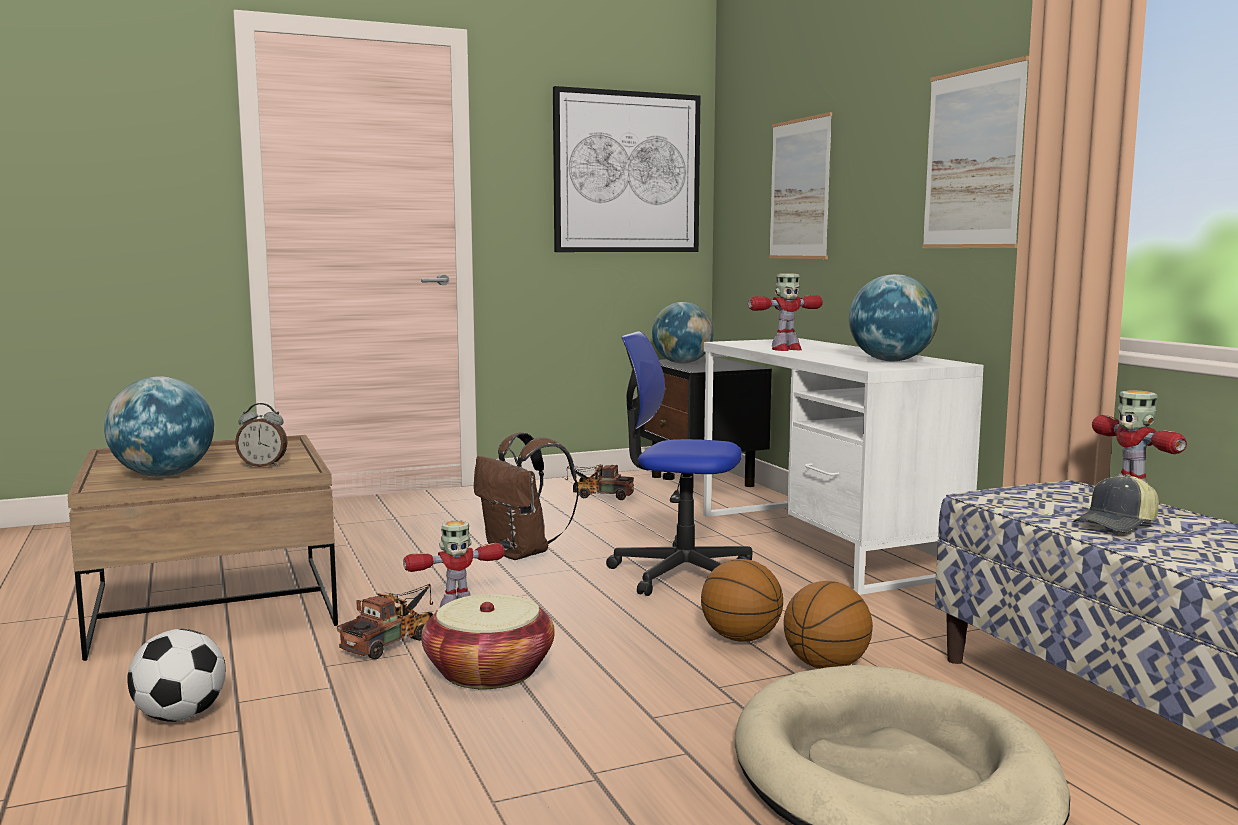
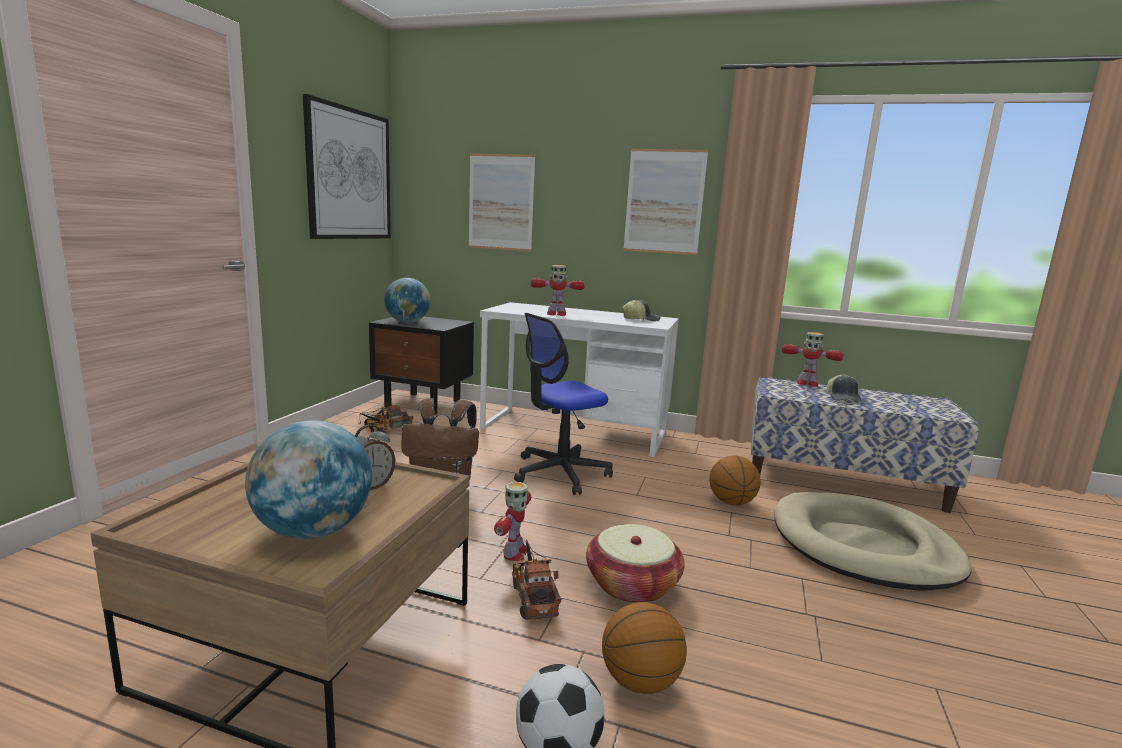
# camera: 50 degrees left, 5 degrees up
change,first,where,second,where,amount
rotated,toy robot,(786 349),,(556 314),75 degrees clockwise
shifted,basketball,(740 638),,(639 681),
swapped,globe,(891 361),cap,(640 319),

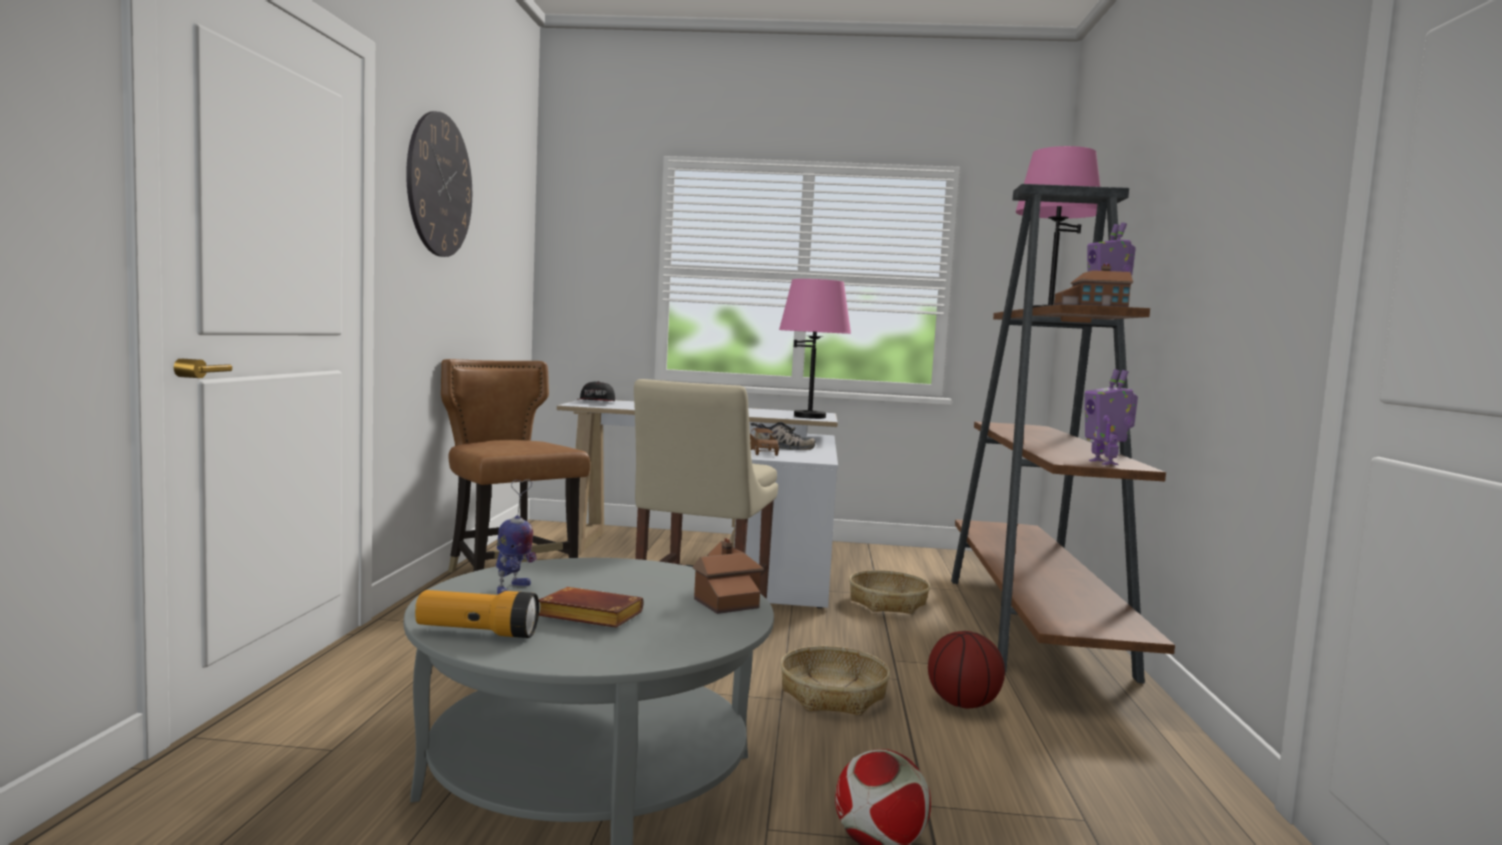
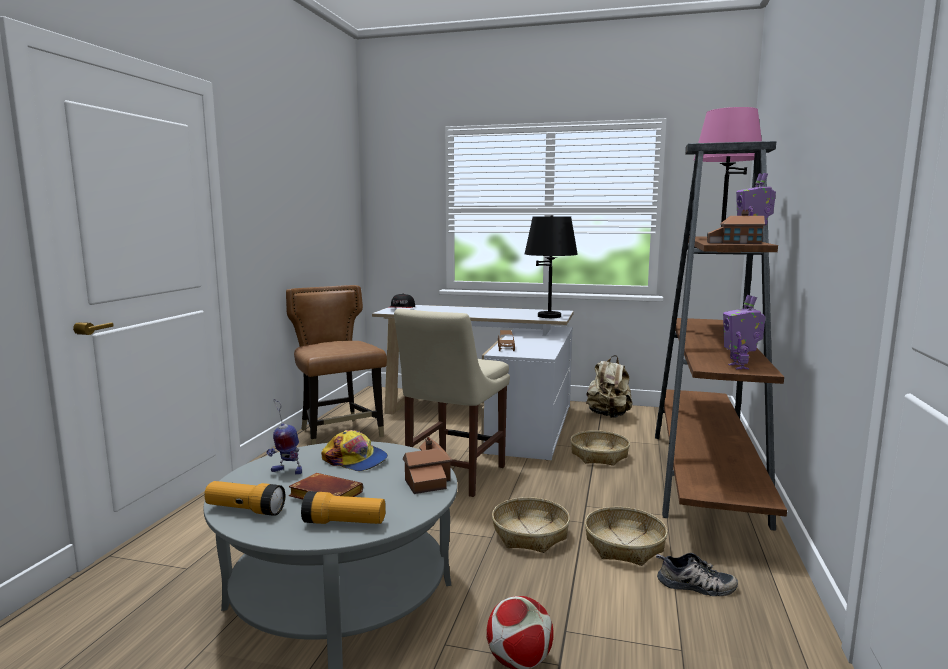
# camera: 10 degrees right, 5 degrees up
change,first,where,second,where,amount
rotated,toy robot,(512 589),,(286 471),75 degrees clockwise
new,,,flashlight,(344 523),
new,,,cap,(355 460),
repainted,pink table lamp,(810 416),black table lamp,(549 316),
swapped,basketball,(963 704),basket,(624 545),
new,,,beige backpack,(608 415),
shifted,shoe,(782 447),,(695 586),
gone,wall clock,(439 185),,,

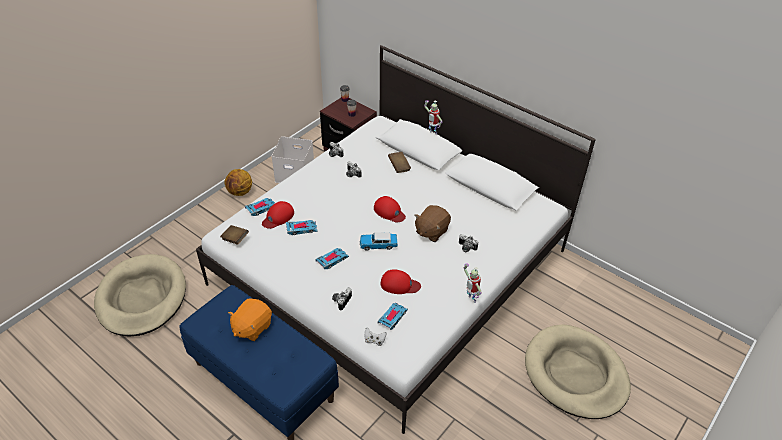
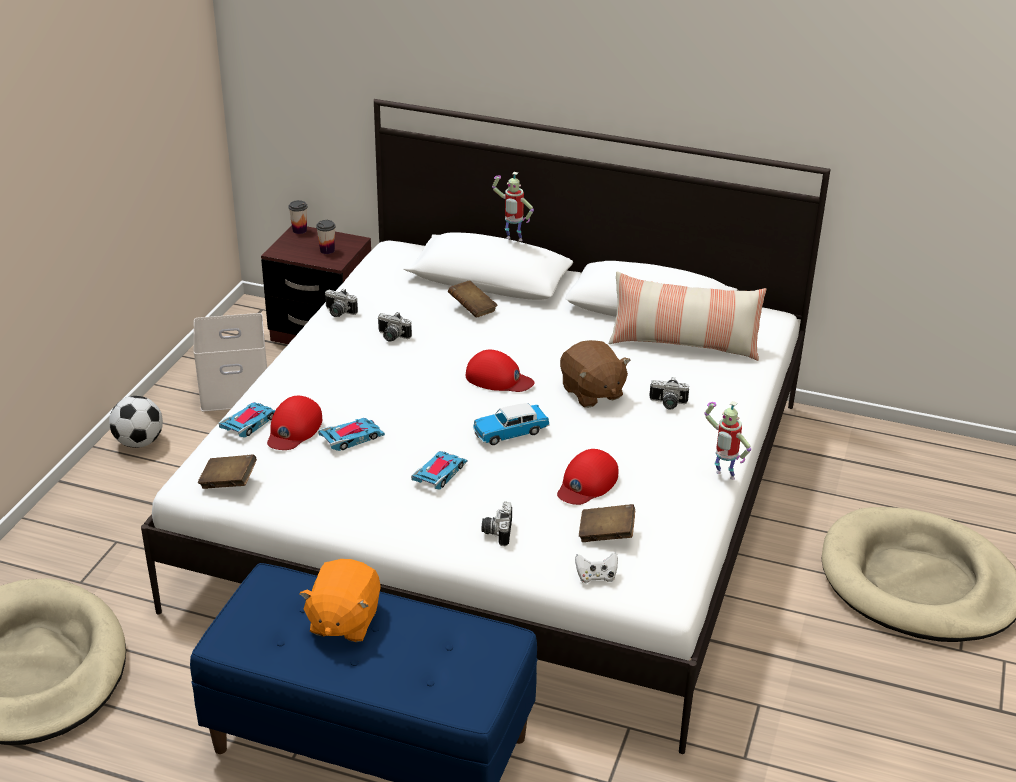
# camera: 20 degrees left, 10 degrees down
change,first,where,second,where,amount
swapped,basketball,(240 192),football,(139 442),
rotated,red cap,(399 284),,(587 483),135 degrees clockwise
rotated,brown plush toy,(431 231),,(591 392),45 degrees counterclockwise
swapped,toy car,(392 317),brown book,(606 534),
new,,,pillow,(684 344),

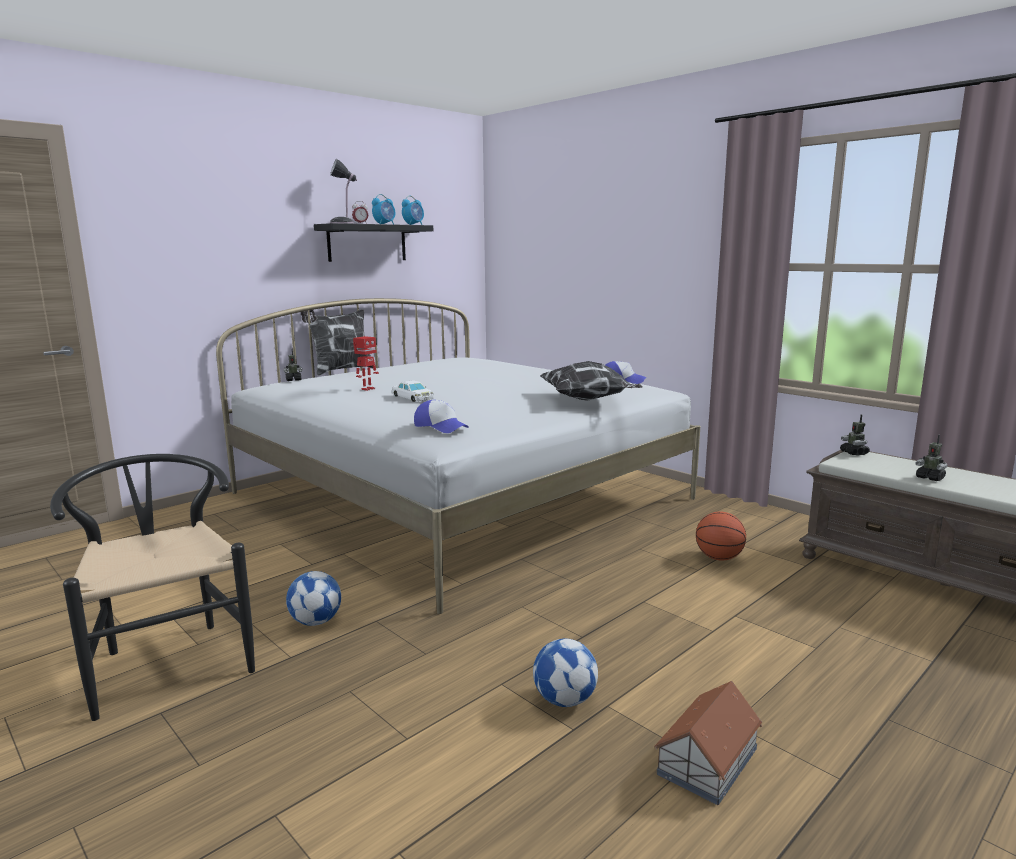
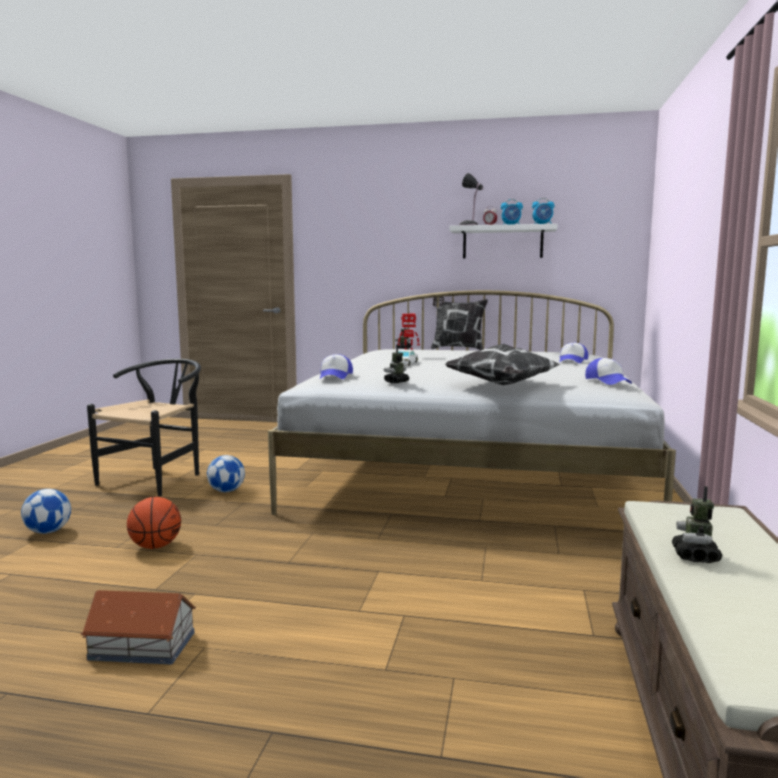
# camera: 55 degrees right, 5 degrees down
change,first,where,second,where,amount
shifted,football,(564 700),,(48 531),
shifted,basketball,(719 558),,(155 546),
shifted,toy robot,(854 453),,(396 382),
repainted,black shelf,(367 243),white shelf,(502 242),
new,,,cap,(572 361),

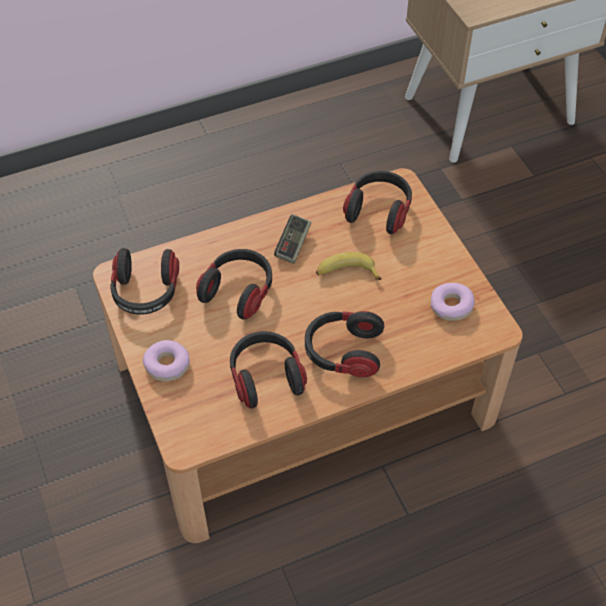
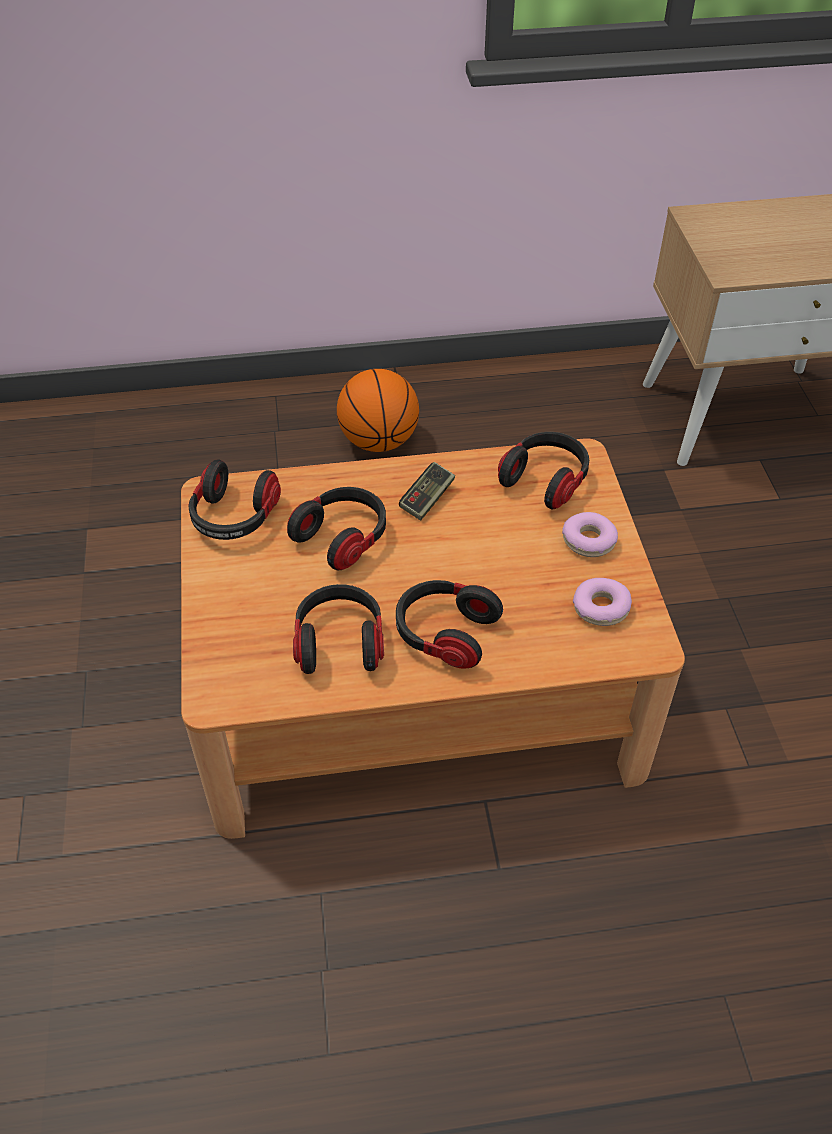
# camera: 15 degrees right, 5 degrees down
change,first,where,second,where,amount
new,,,basketball,(379 441),
shifted,donut,(167 365),,(588 541),
gone,banana,(346 273),,,

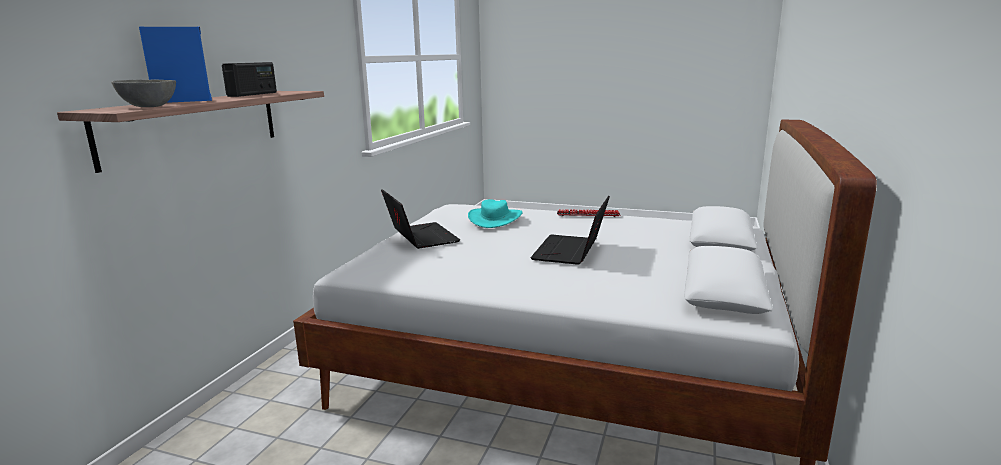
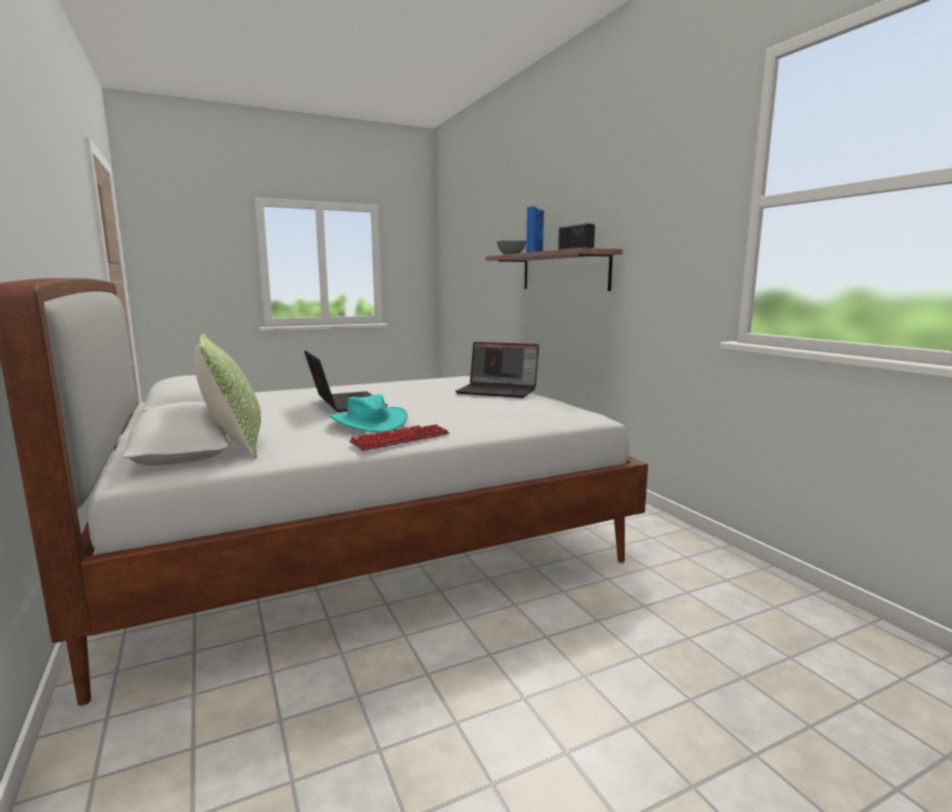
# camera: 135 degrees right, 5 degrees down
change,first,where,second,where,amount
new,,,pillow,(234 444),
shifted,turquoise hat,(495 219),,(368 422),

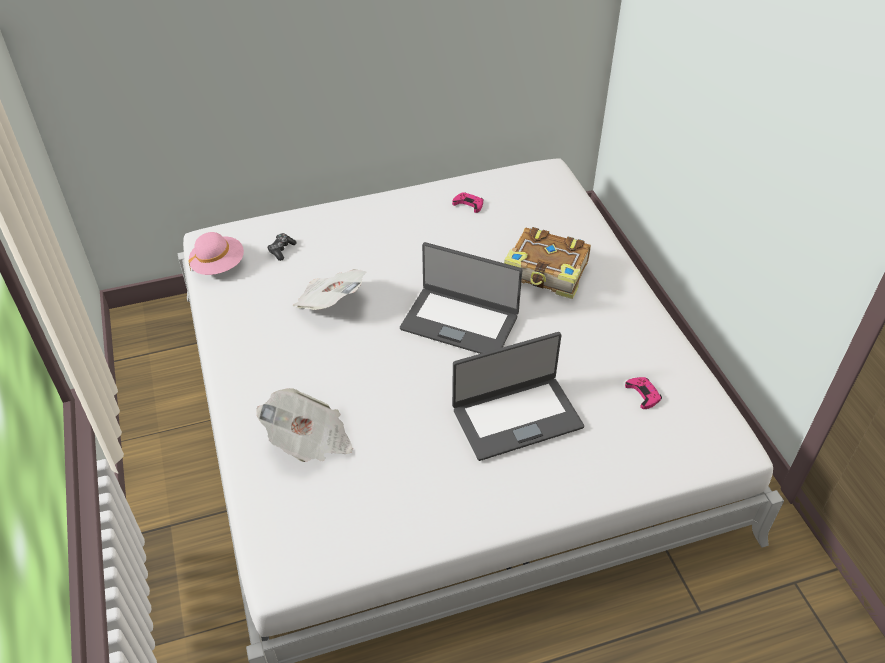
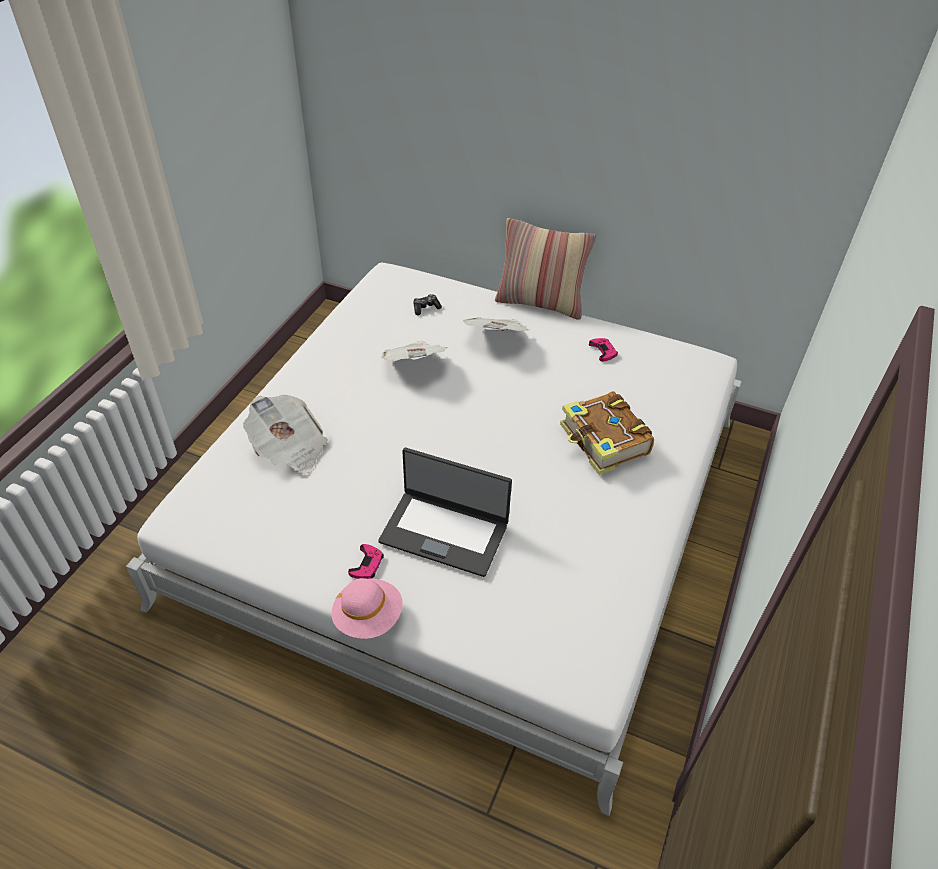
# camera: 40 degrees right, 0 degrees up
change,first,where,second,where,amount
shifted,pink hat,(218 265),,(368 617),
shifted,pink game controller,(643 394),,(367 565),
new,,,newspaper,(497 338),
new,,,pillow,(540 303),
gone,laptop,(460 321),,,

